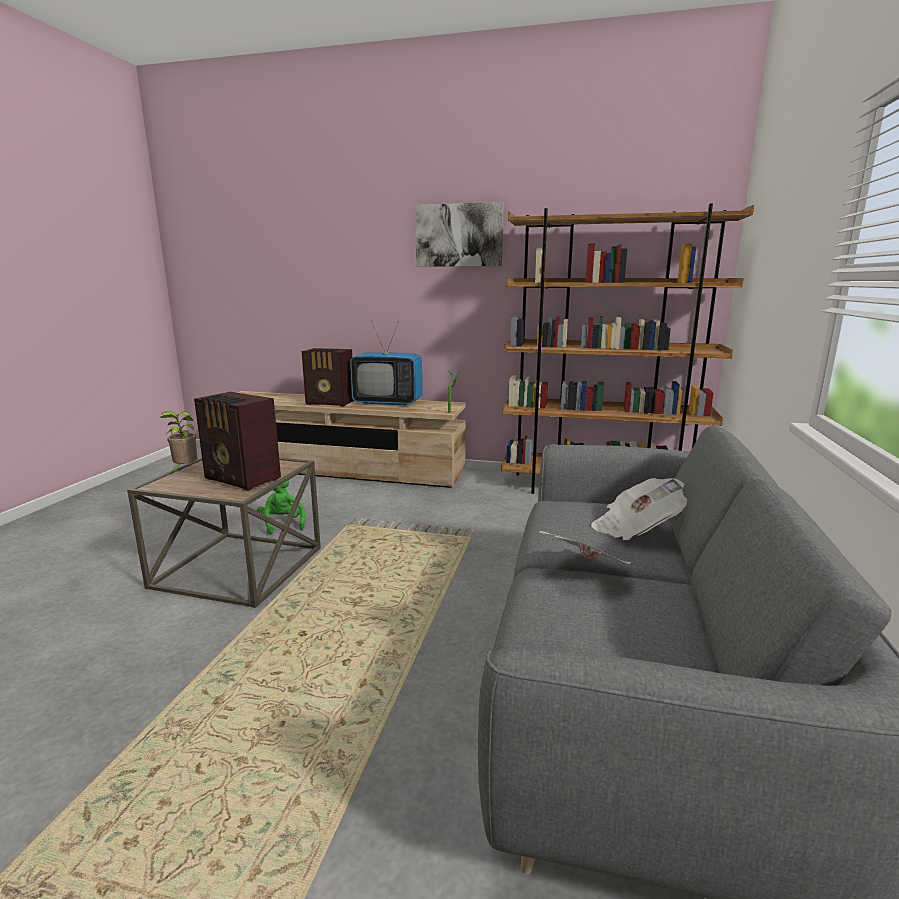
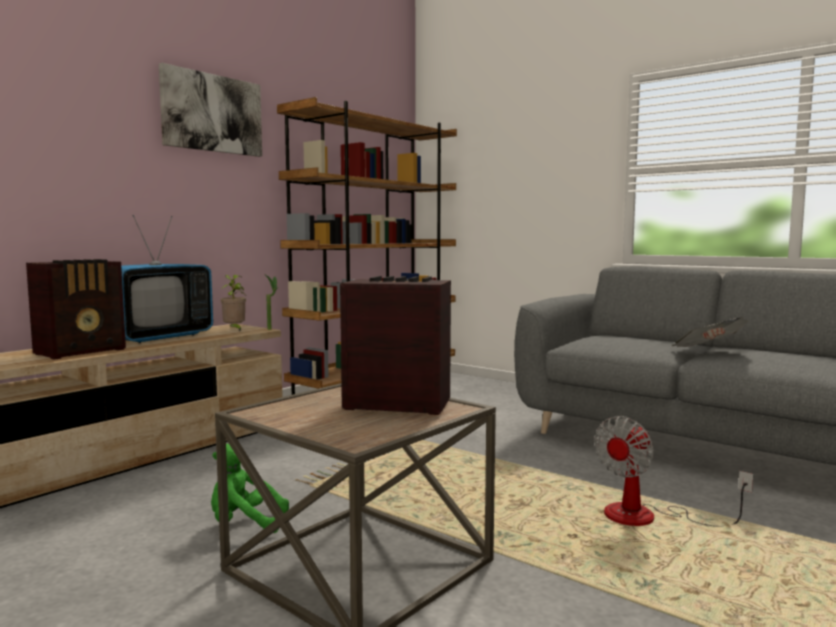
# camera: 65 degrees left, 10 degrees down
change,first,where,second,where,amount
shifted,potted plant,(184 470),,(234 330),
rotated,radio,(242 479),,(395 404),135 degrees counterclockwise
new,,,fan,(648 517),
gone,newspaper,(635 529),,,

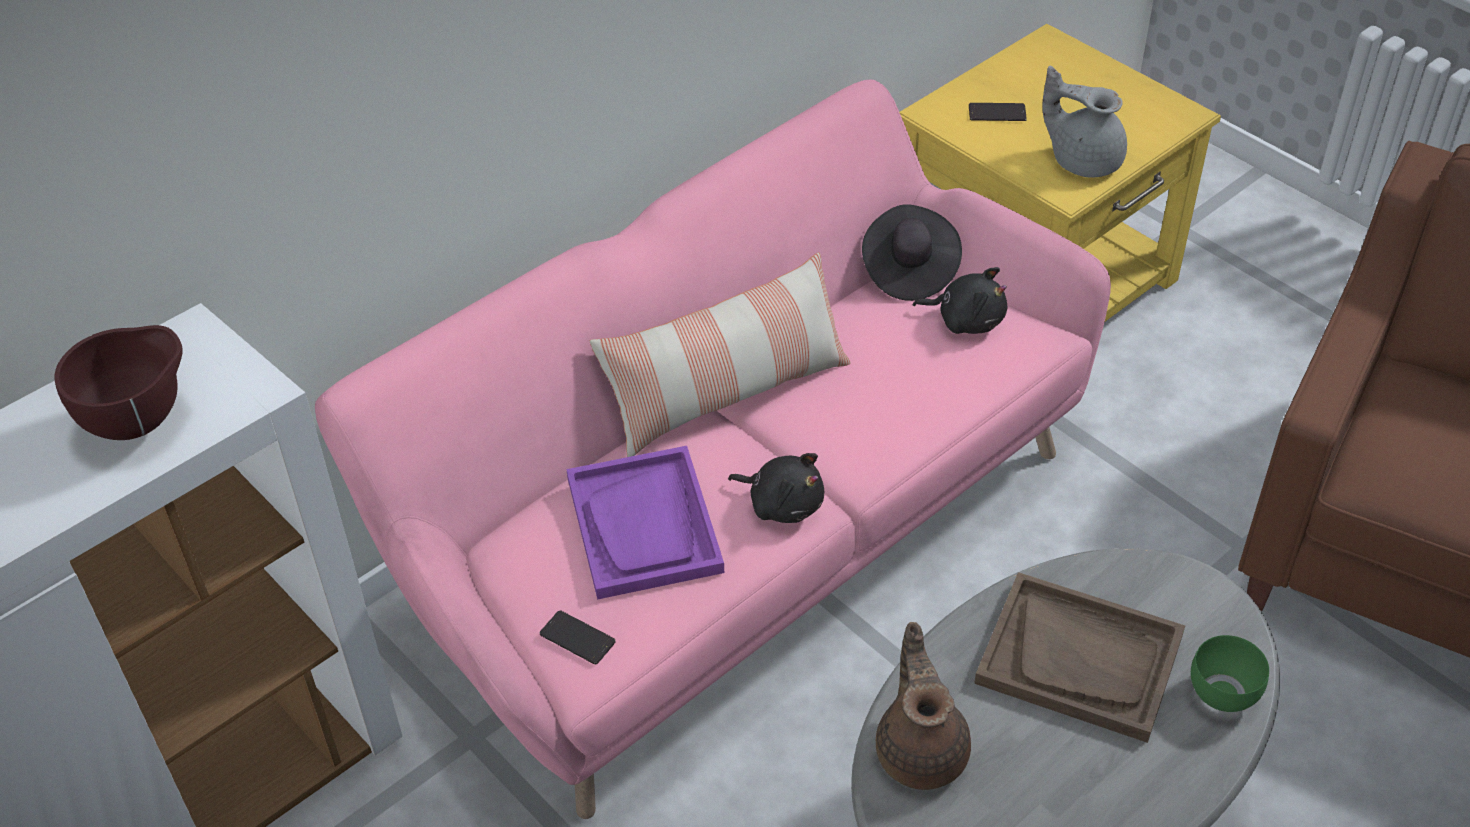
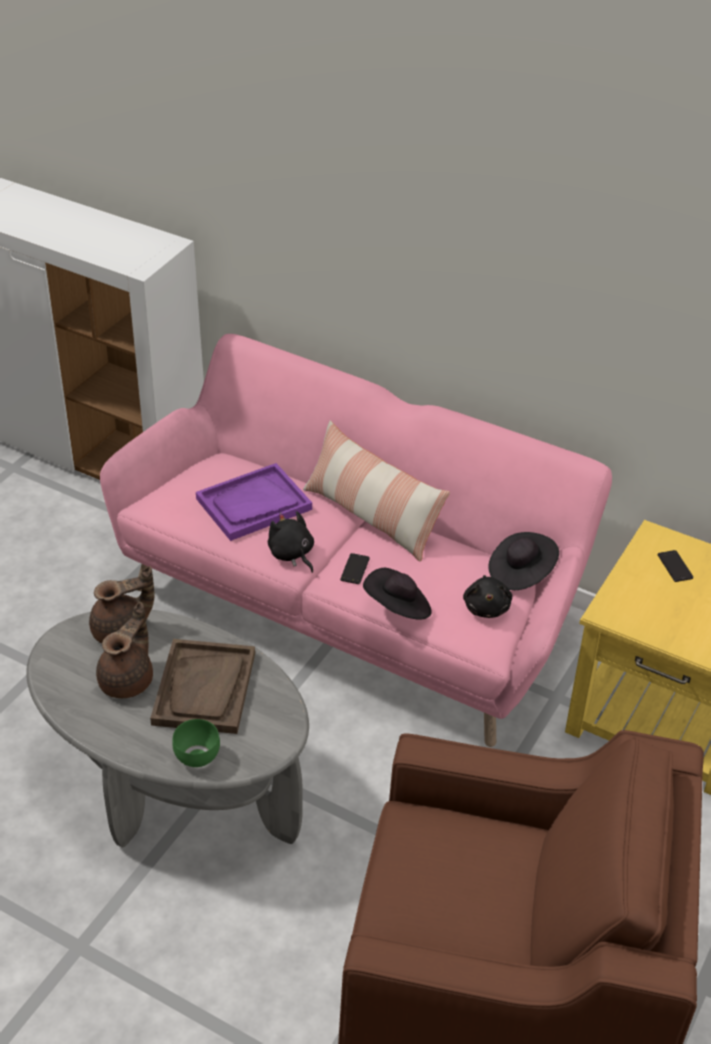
# camera: 70 degrees right, 5 degrees down
change,first,where,second,where,amount
new,,,brown teapot,(128 680),
rotated,black plush toy,(782 503),,(292 554),135 degrees clockwise
shifted,phone,(577 638),,(355 569),
new,,,black hat,(398 608),
gone,brown bowl,(141 422),,,
gone,grey teapot,(1083 159),,,

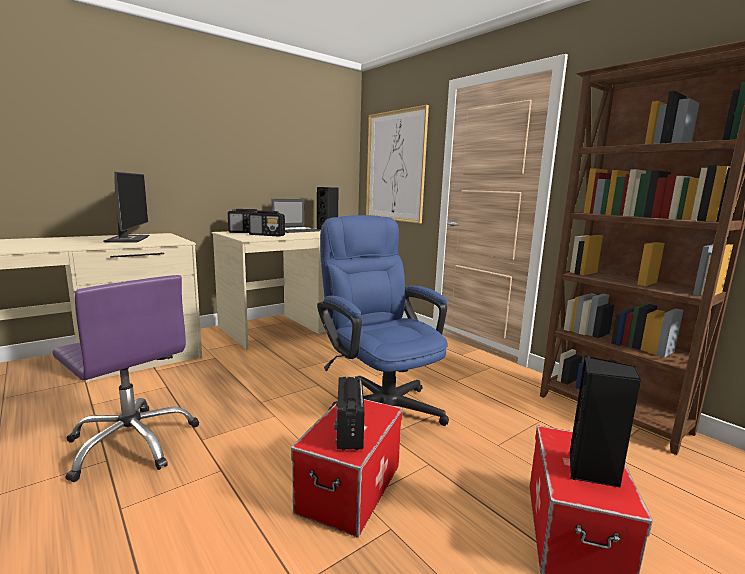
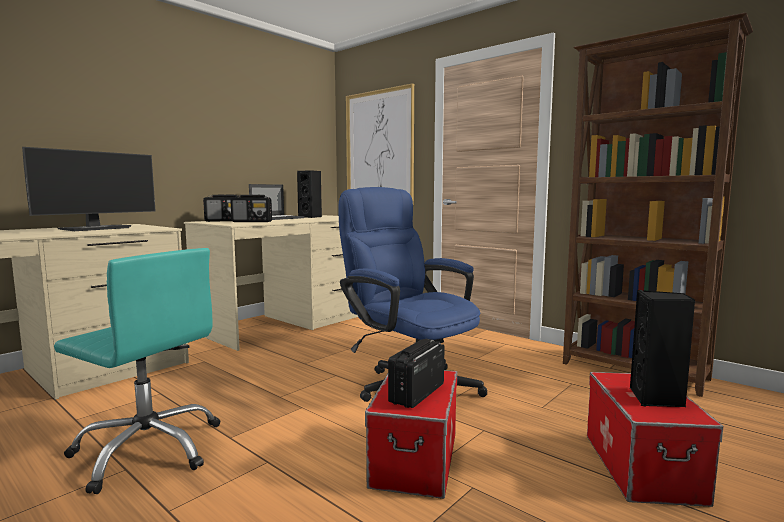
# camera: 10 degrees left, 5 degrees down
change,first,where,second,where,amount
rotated,monitor,(128 239),,(96 228),60 degrees clockwise
repainted,purple office chair,(133 442),turquoise office chair,(149 449),
rotated,radio,(349 431),,(416 393),45 degrees clockwise

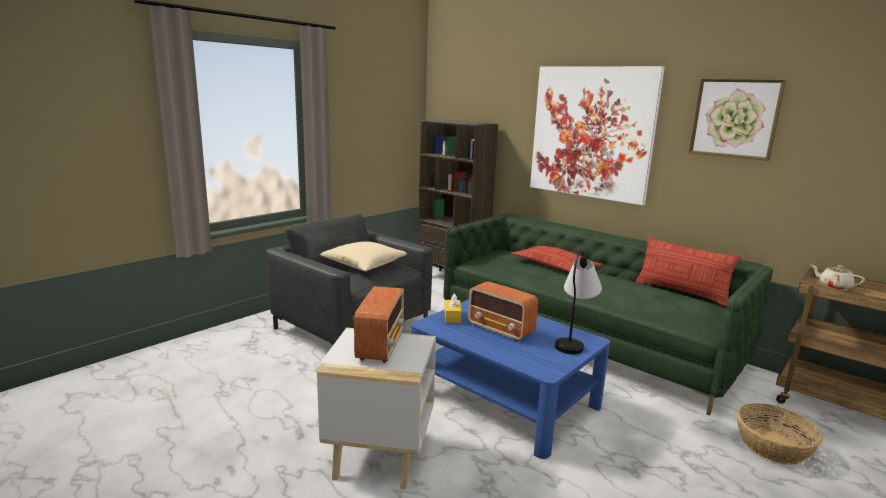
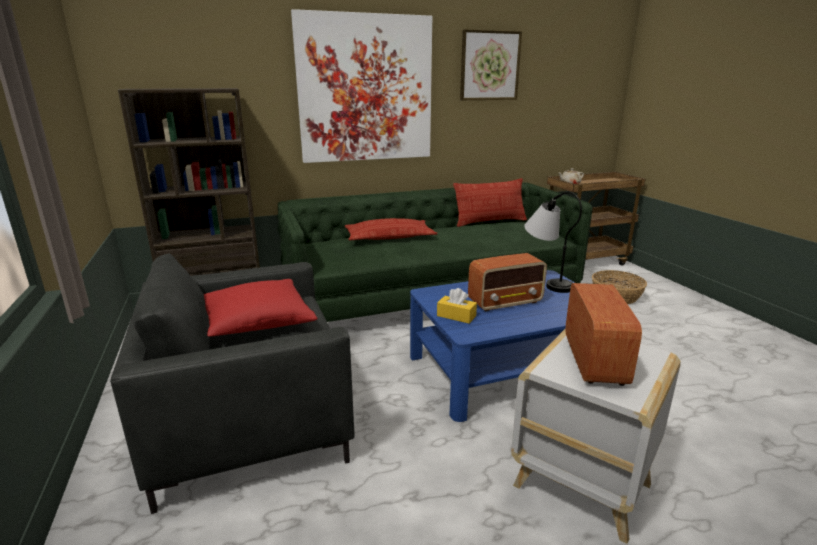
# camera: 60 degrees left, 5 degrees up
change,first,where,second,where,amount
repainted,beige pillow,(363 265),red pillow,(257 322),
rotated,radio,(381 345),,(594 359),60 degrees clockwise

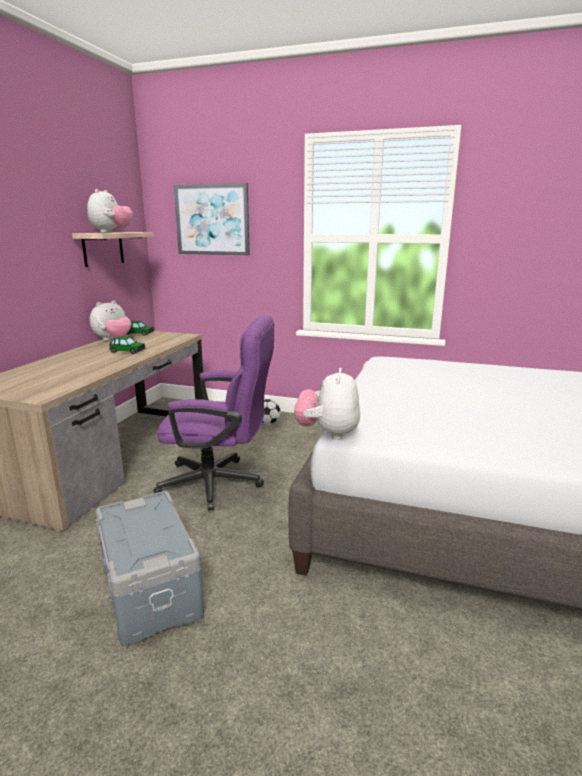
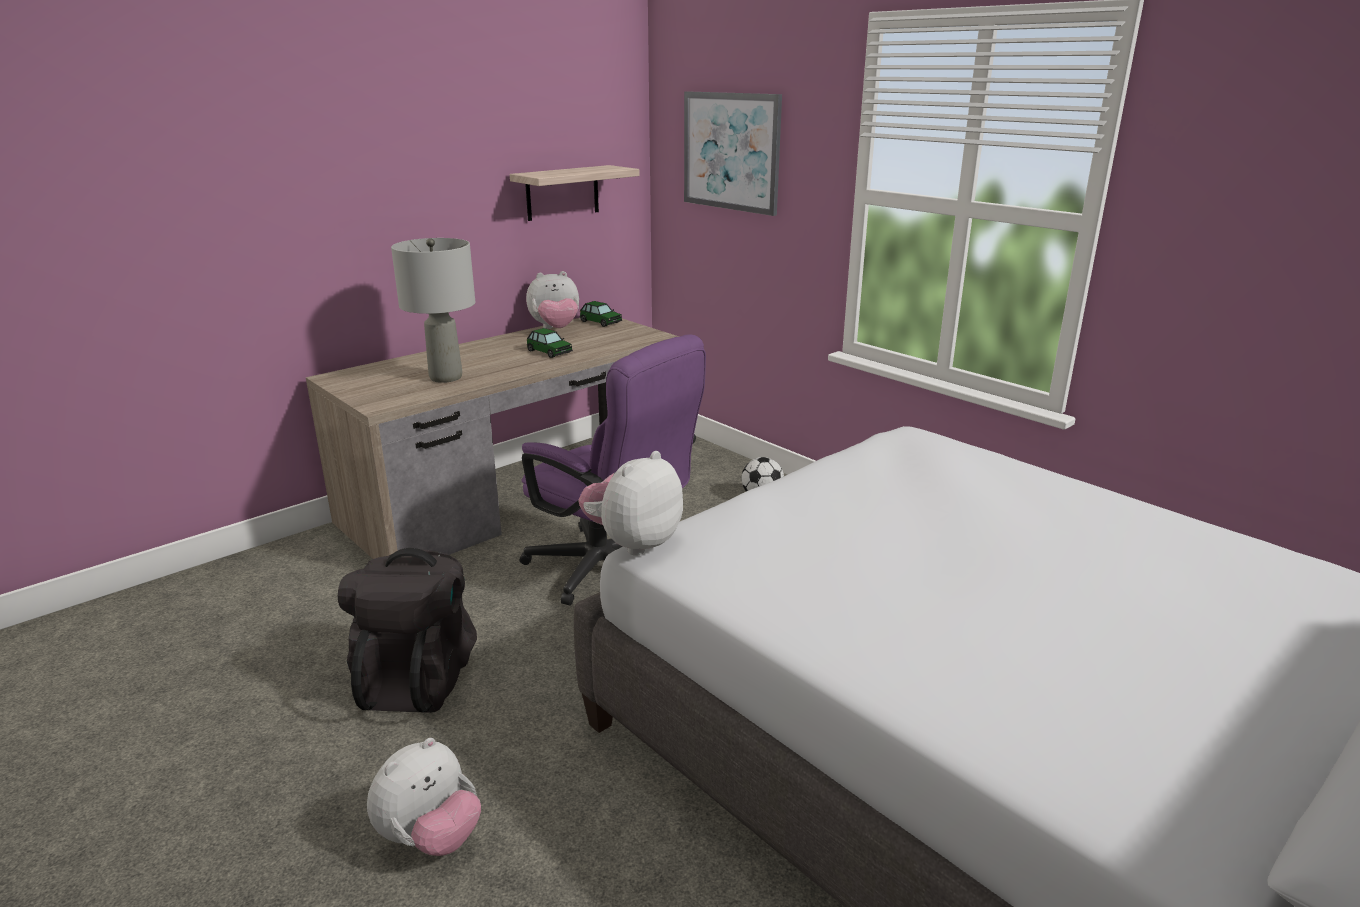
# camera: 30 degrees right, 5 degrees up
change,first,where,second,where,amount
swapped,grey storage box,(149 589),black backpack,(418 678),
shifted,plush toy,(111 232),,(430 837),
new,,,grey table lamp,(445 377),

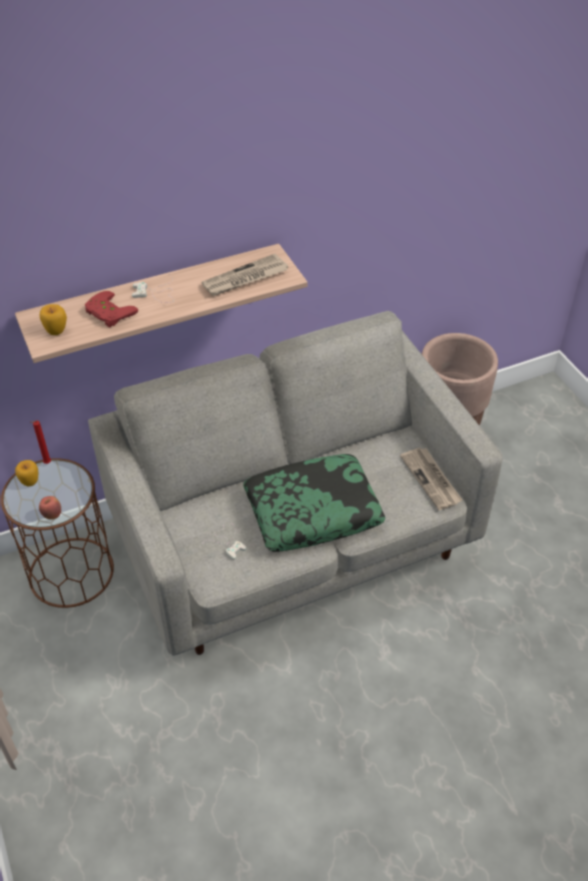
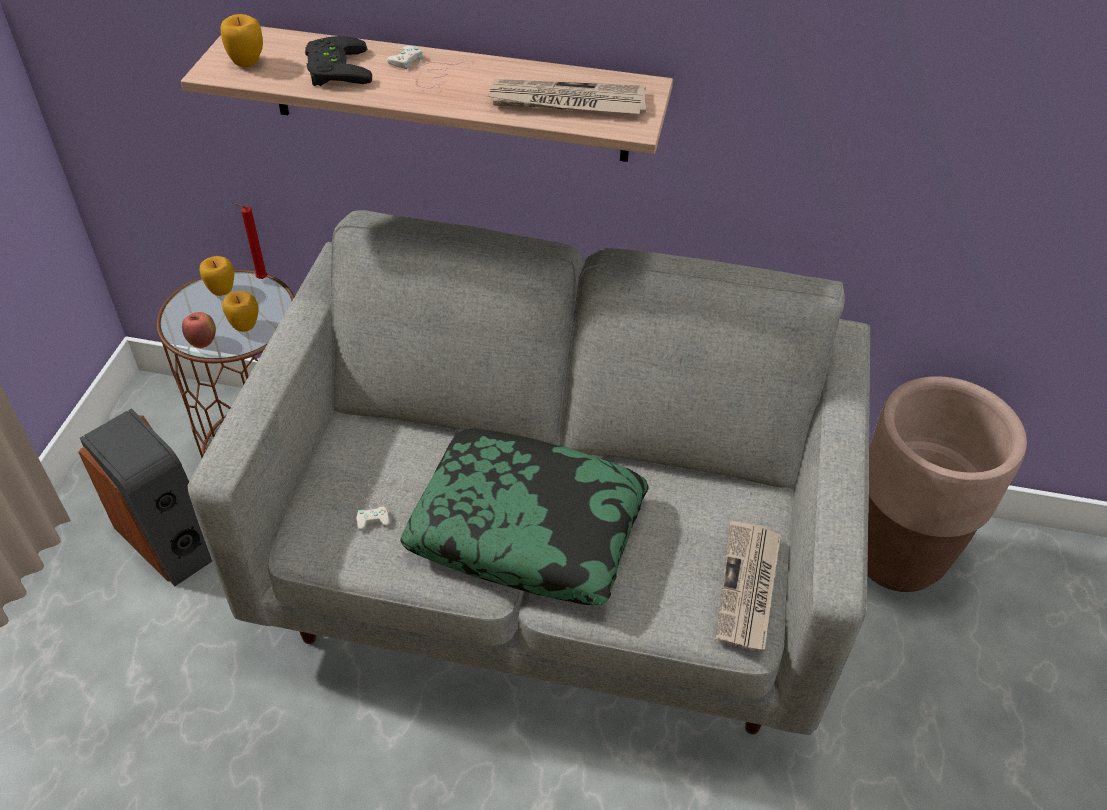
# camera: 35 degrees right, 0 degrees up
change,first,where,second,where,amount
new,,,speaker,(169 538),
new,,,apple,(245 325),
repainted,red game controller,(107 313),black game controller,(333 68),

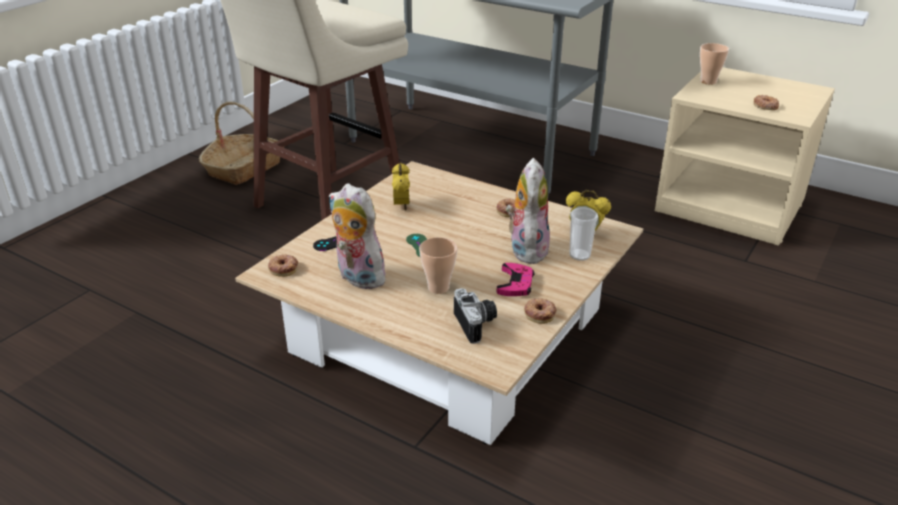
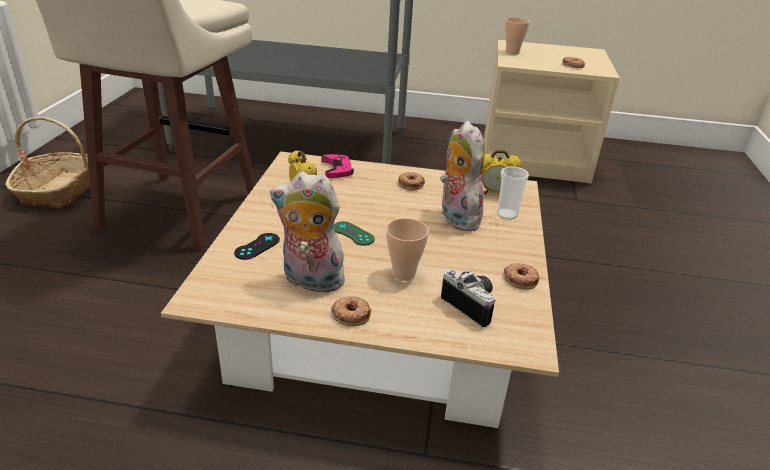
# camera: 25 degrees left, 0 degrees up
change,first,where,second,where,amount
shifted,pink game controller,(515 284),,(337 169),
shifted,donut,(283 268),,(351 314),

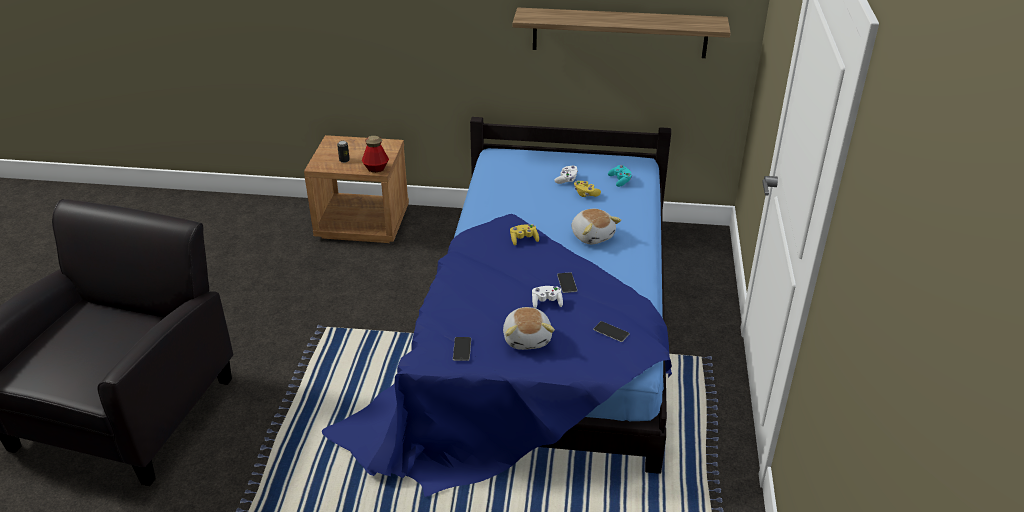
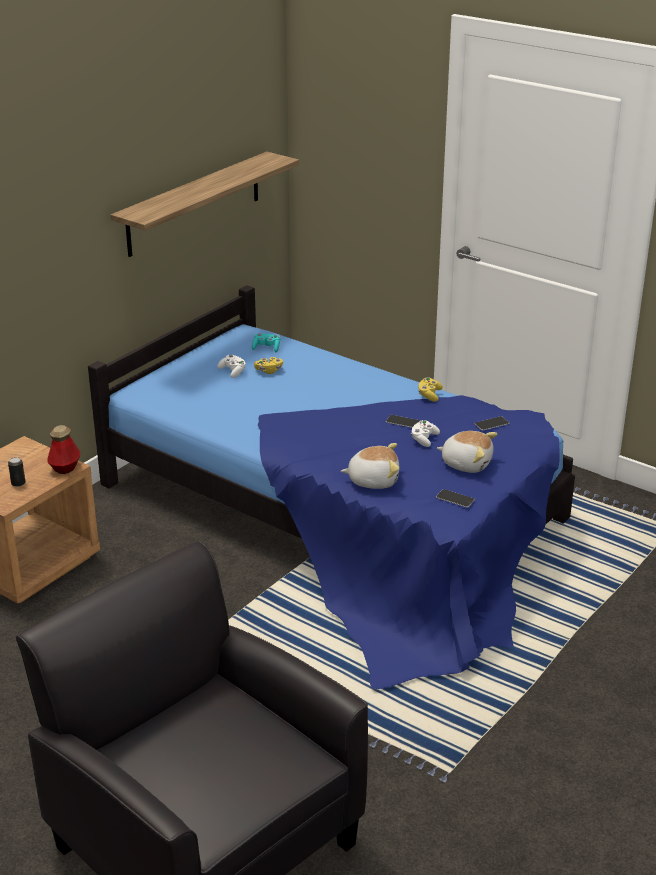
# camera: 60 degrees left, 5 degrees down
change,first,where,second,where,amount
shifted,plush toy,(592 235),,(373 480),
shifted,yellow game controller,(523 239),,(429 395),

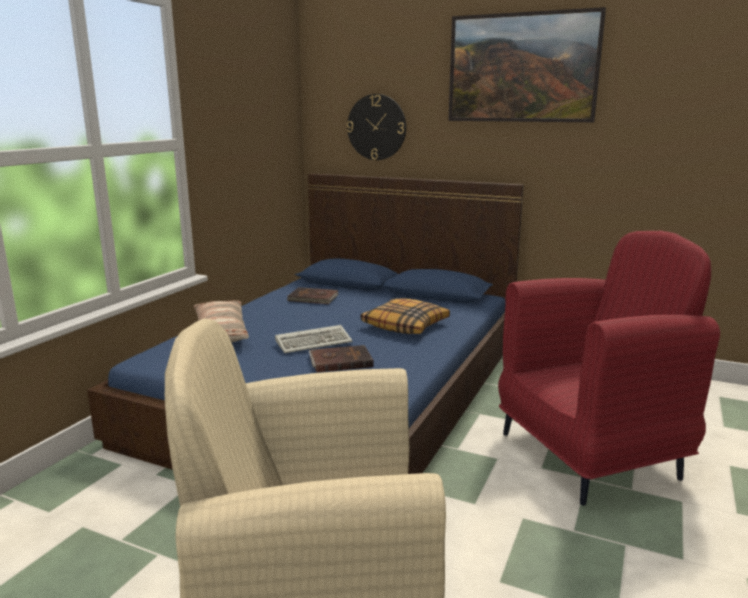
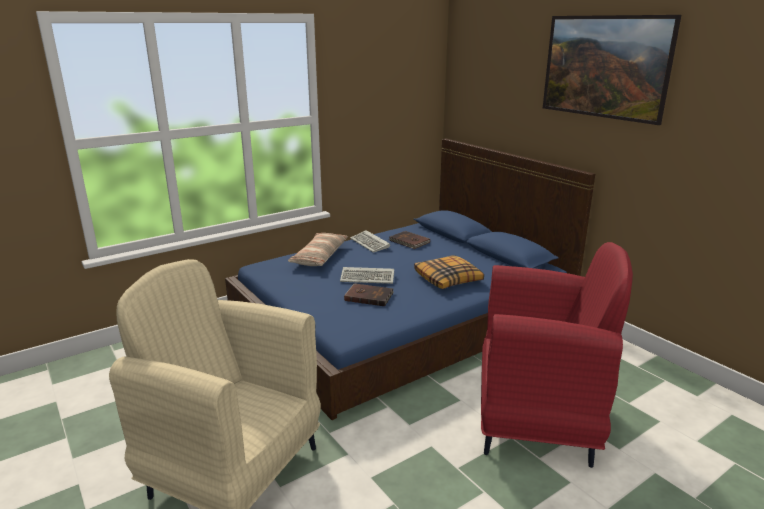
# camera: 30 degrees right, 5 degrees up
change,first,where,second,where,amount
new,,,keyboard,(370 244),
gone,wall clock,(376 127),,,

